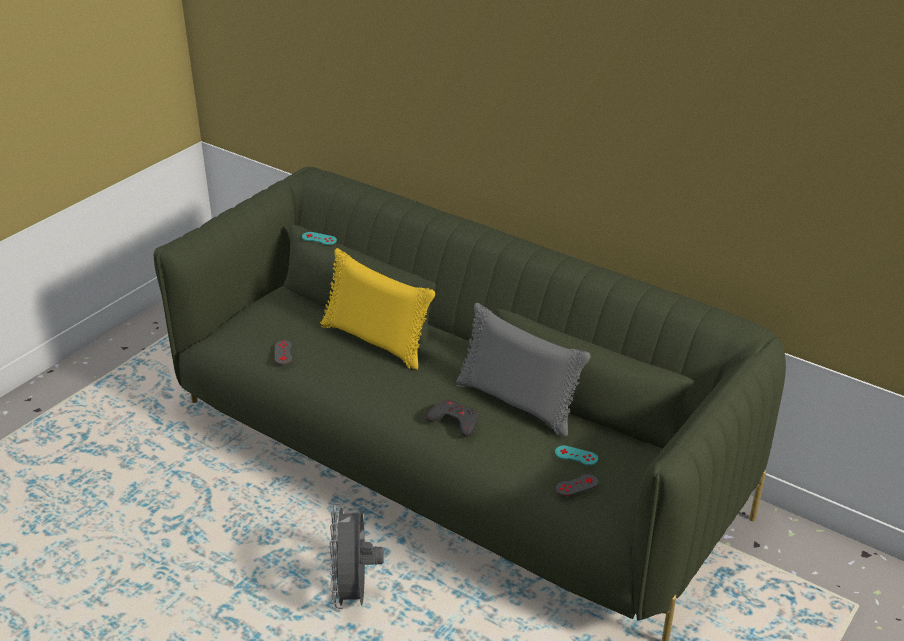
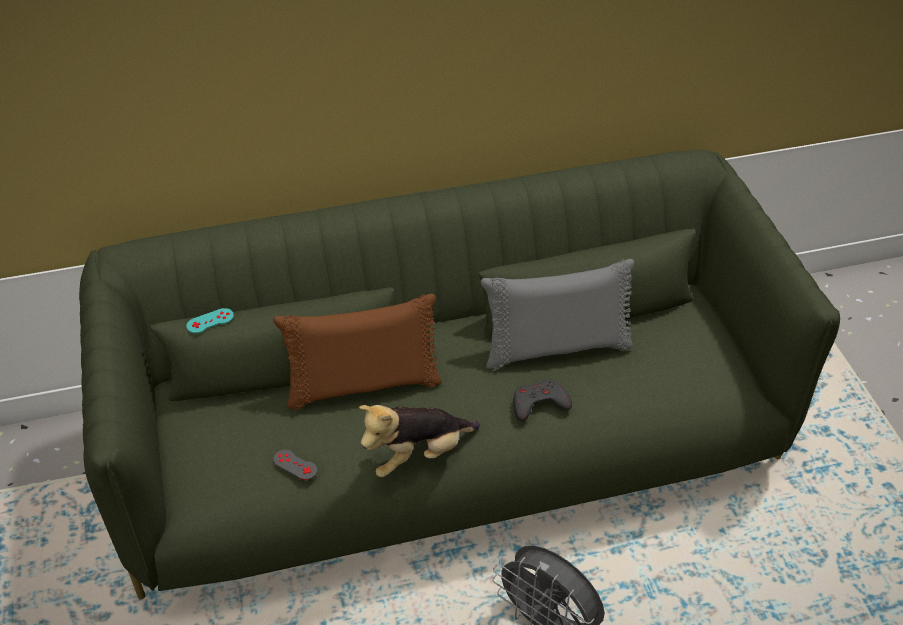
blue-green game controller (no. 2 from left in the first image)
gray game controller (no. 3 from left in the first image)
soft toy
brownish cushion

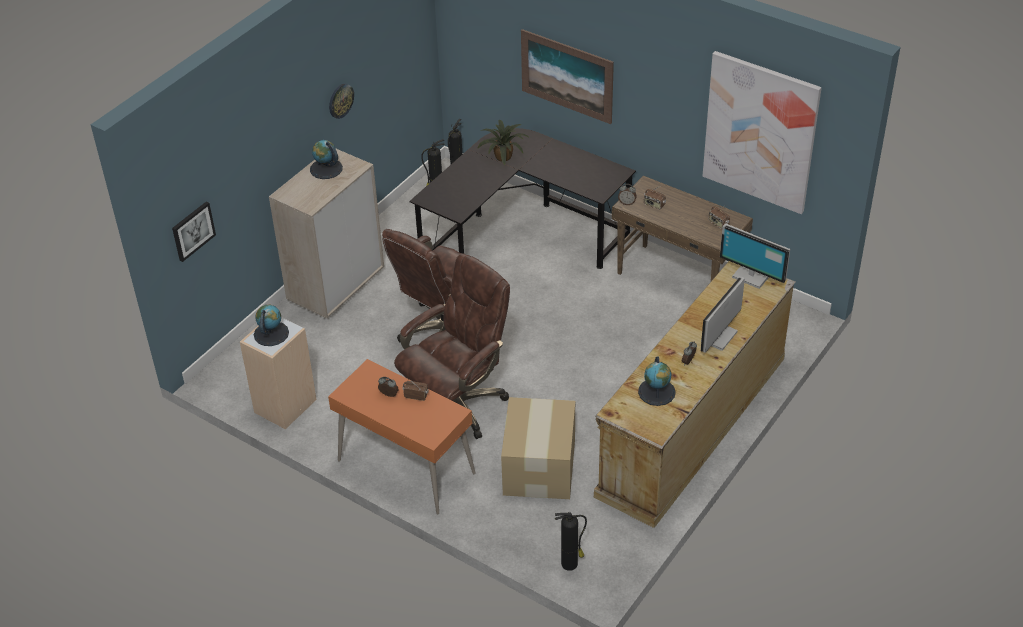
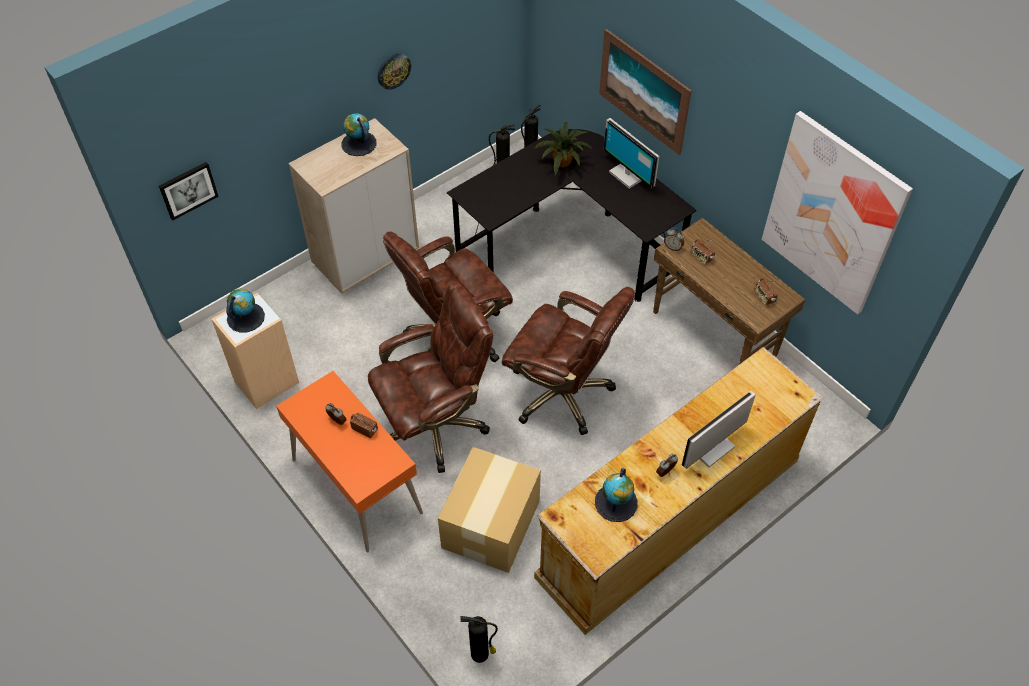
brownish office chair (no. 3 from left)
computer display (no. 1 from left)

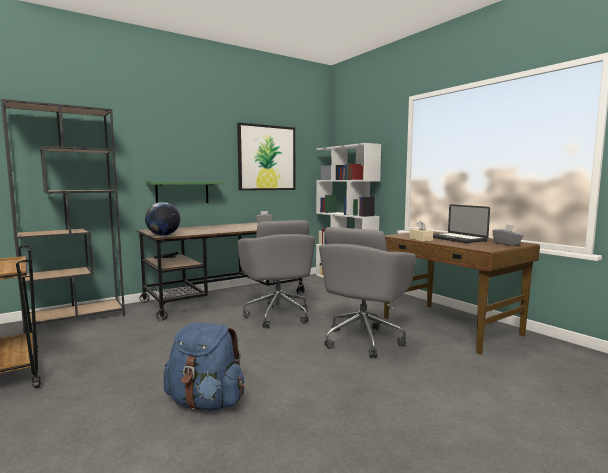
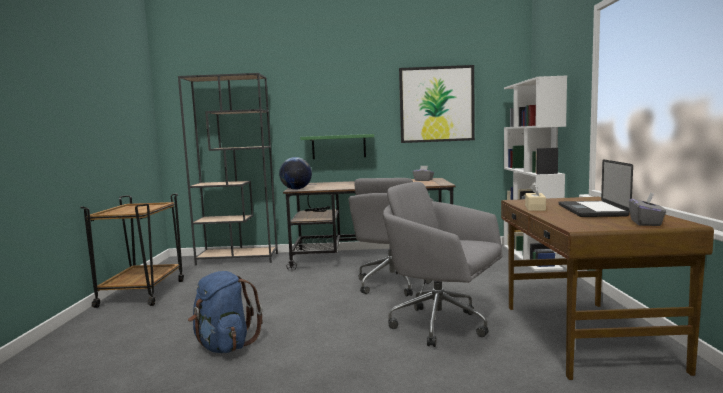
gray office chair (no. 2 from left)

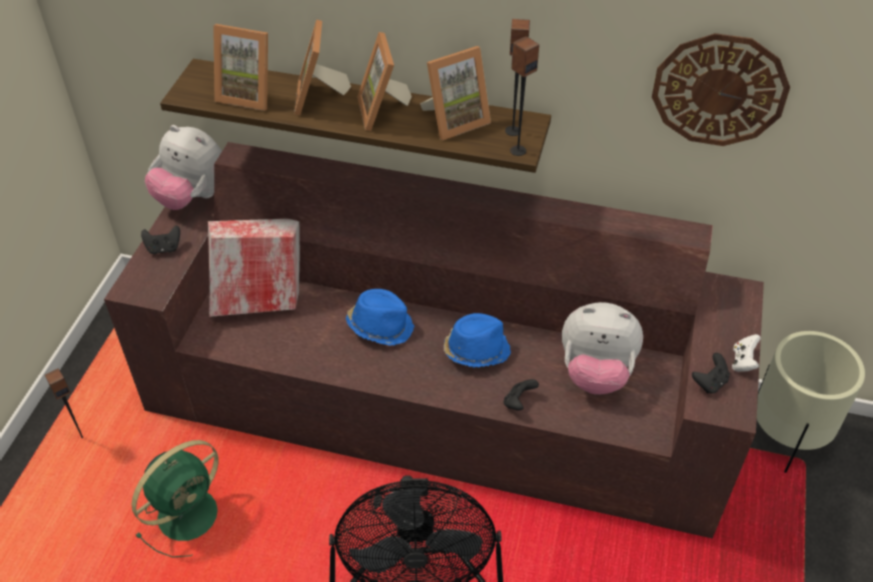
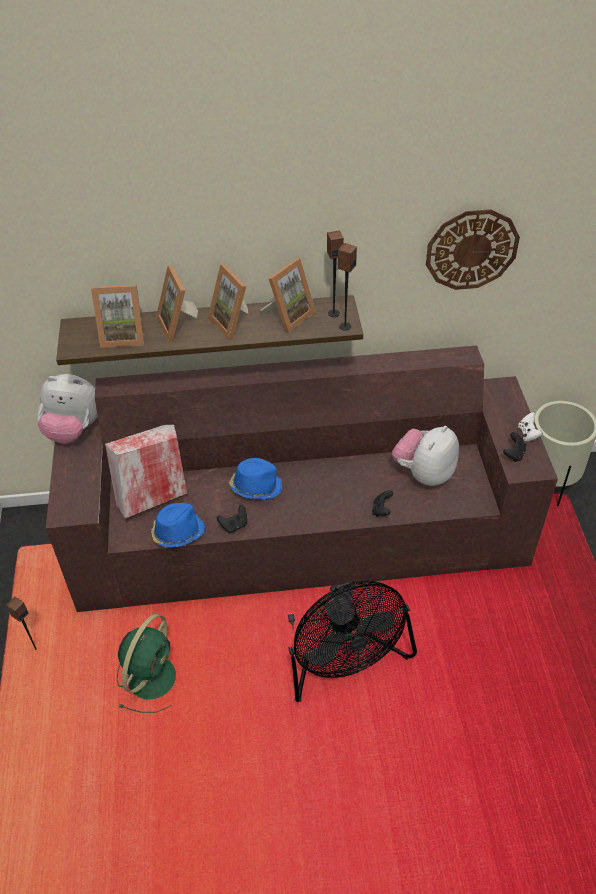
black game controller (no. 1 from left)
bluish wearable hat (no. 1 from left)
soft toy (no. 2 from left)

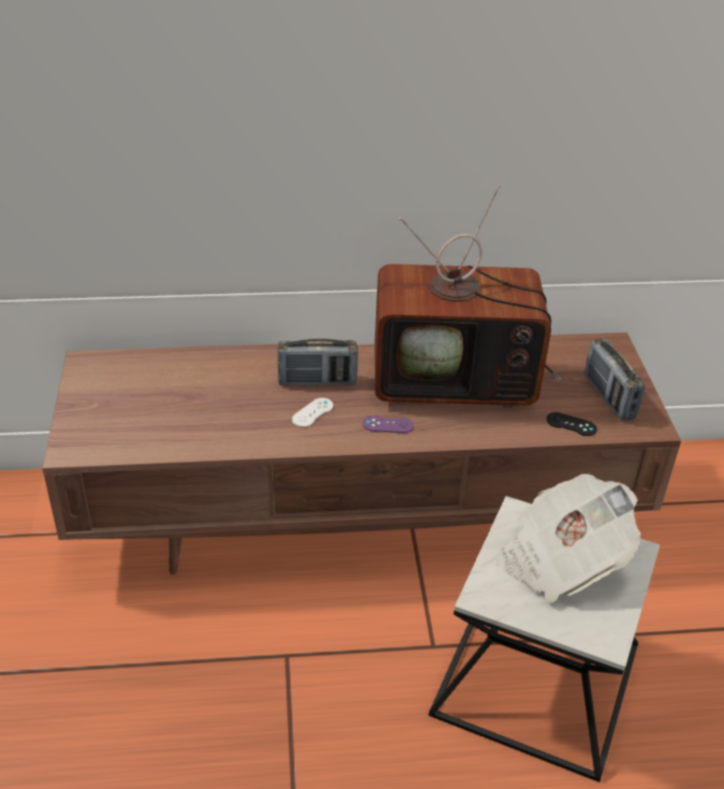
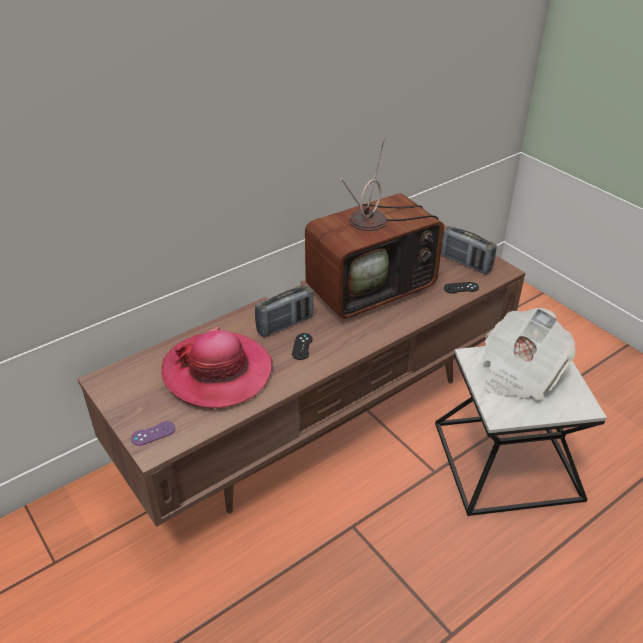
wearable hat
purplish game controller
black game controller (no. 1 from left)

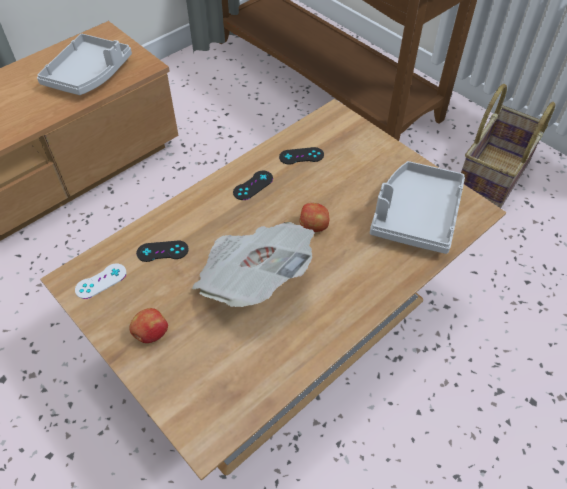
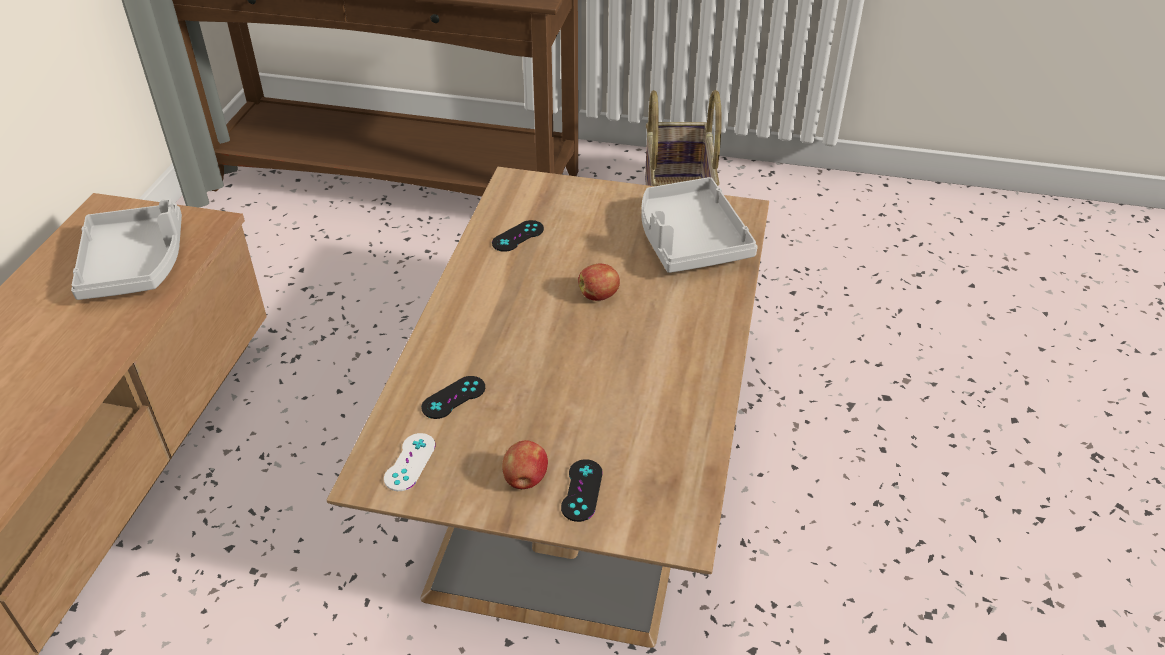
newspaper
black game controller (no. 3 from left)

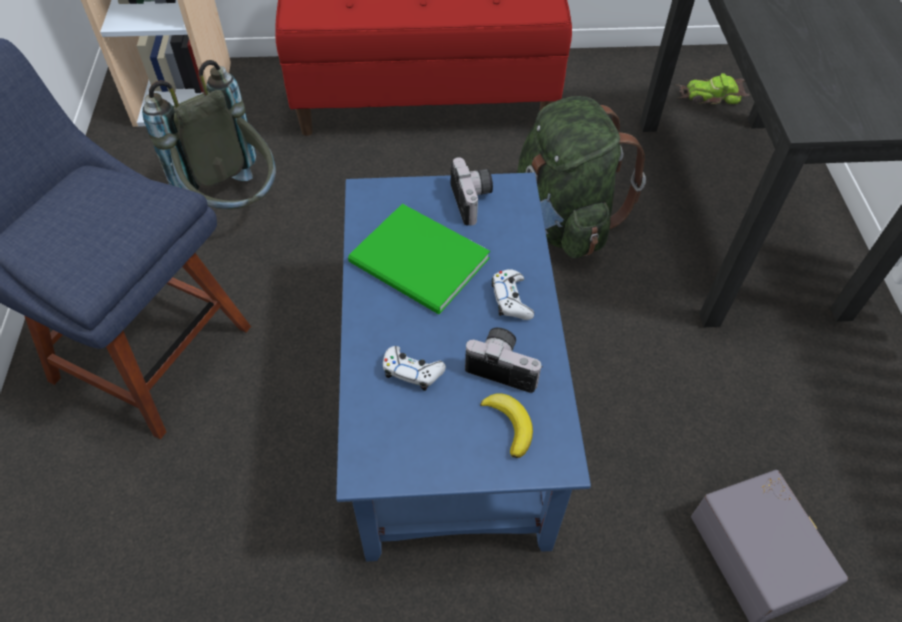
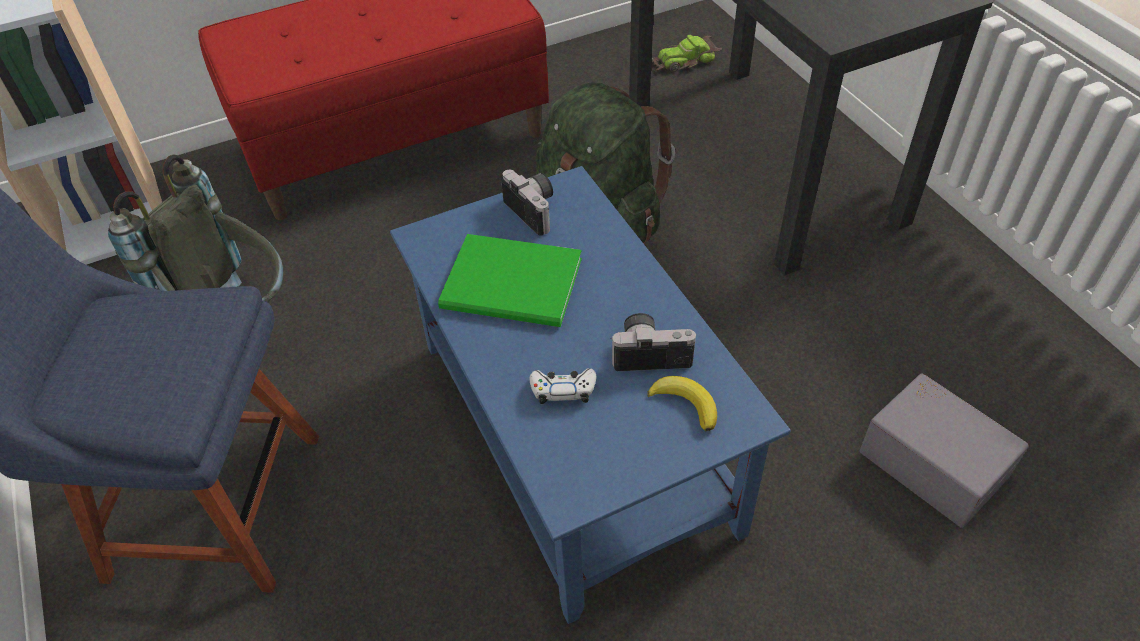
whitish game controller (no. 2 from left in the first image)

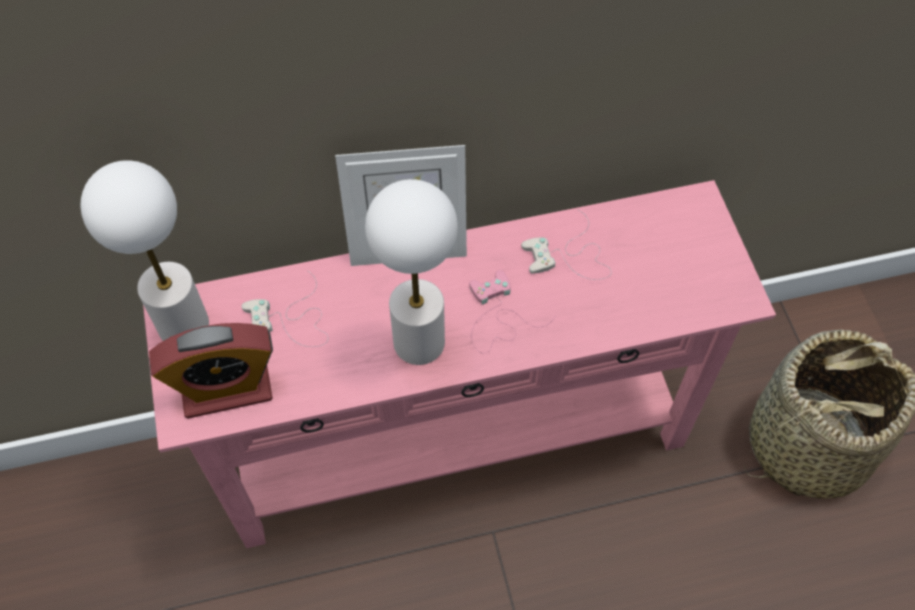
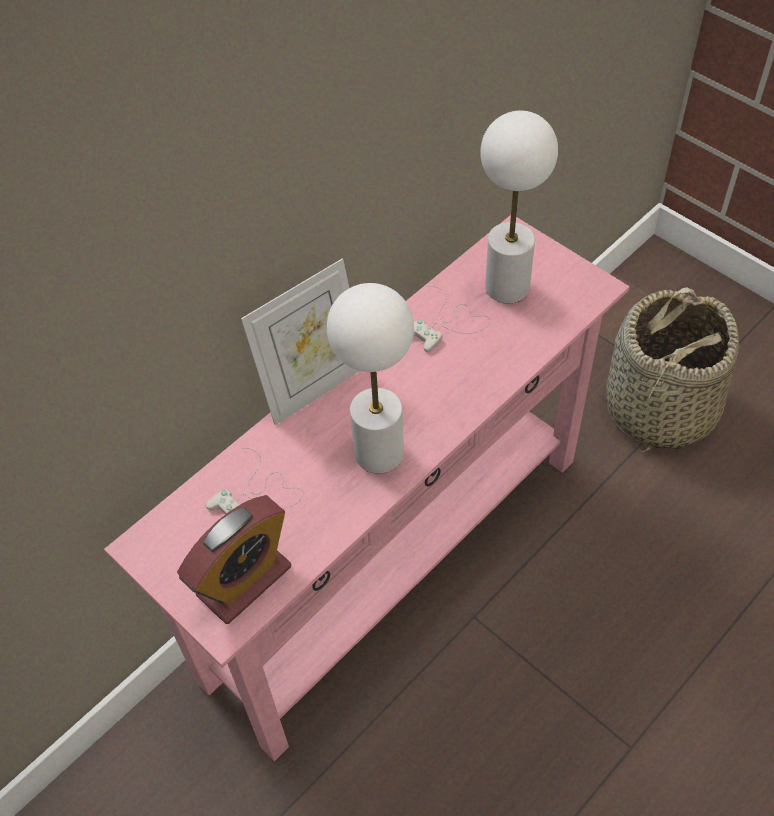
pink game controller
whitish lamp for a table (no. 2 from left)

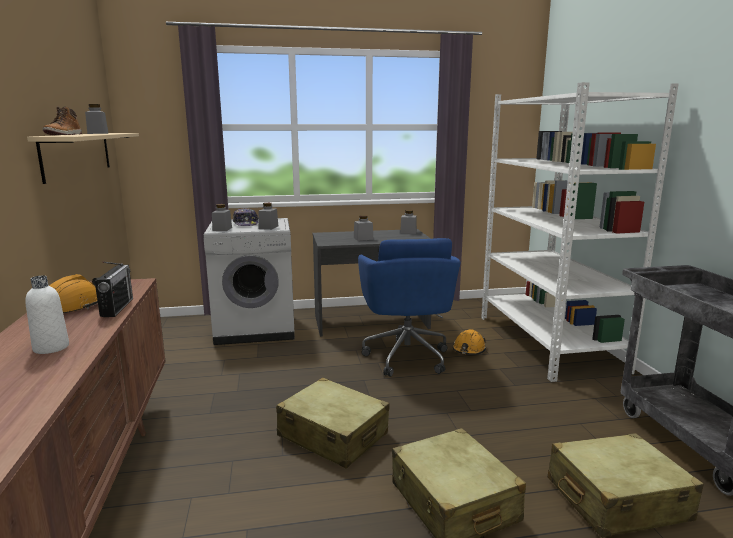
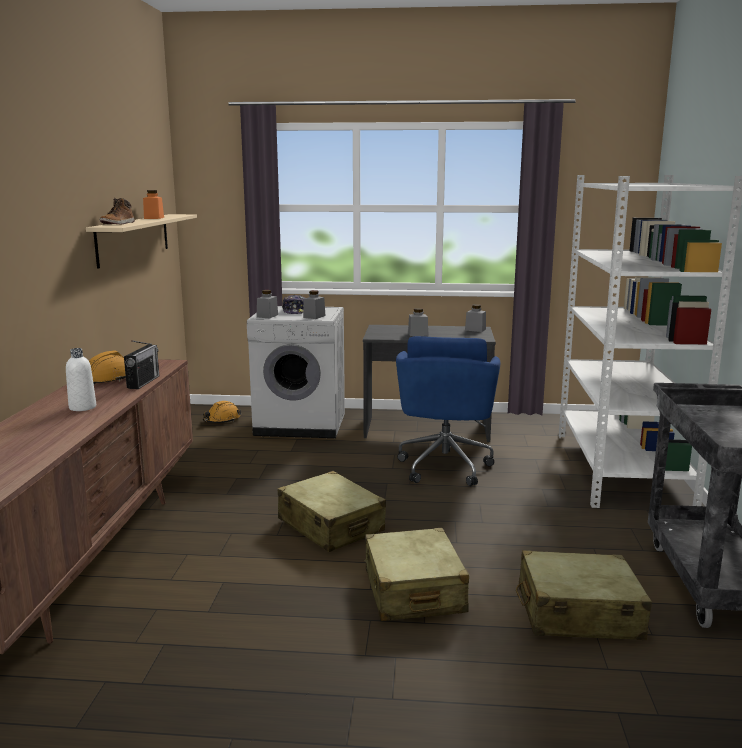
orange work helmet (no. 2 from left)
orange storage jar

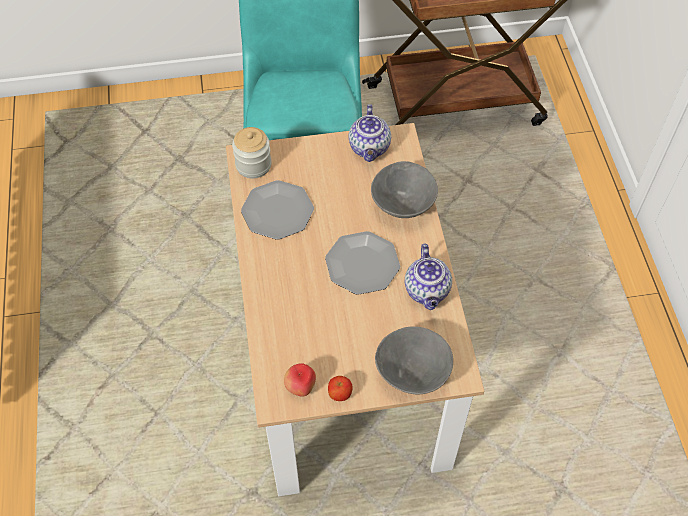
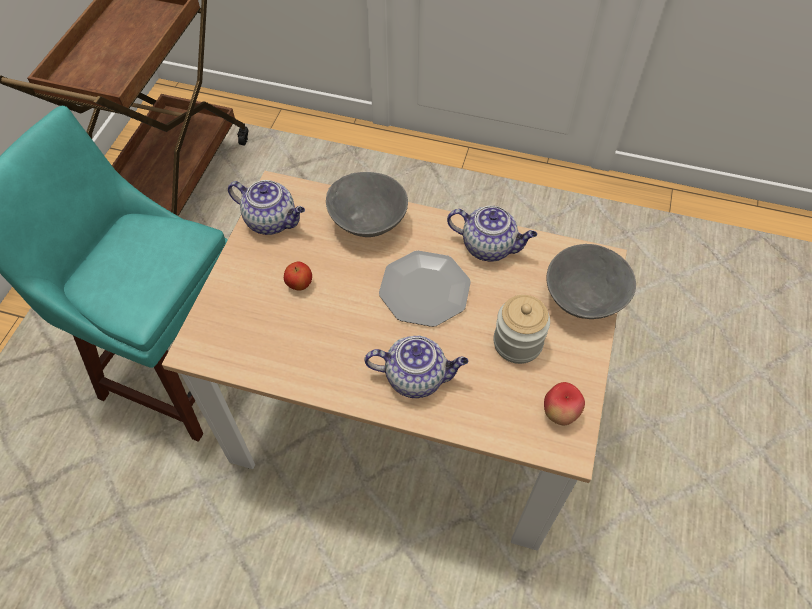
dinner plate (no. 1 from left in the first image)
tea pot (no. 2 from left)
storage jar
whole apple (no. 1 from left)

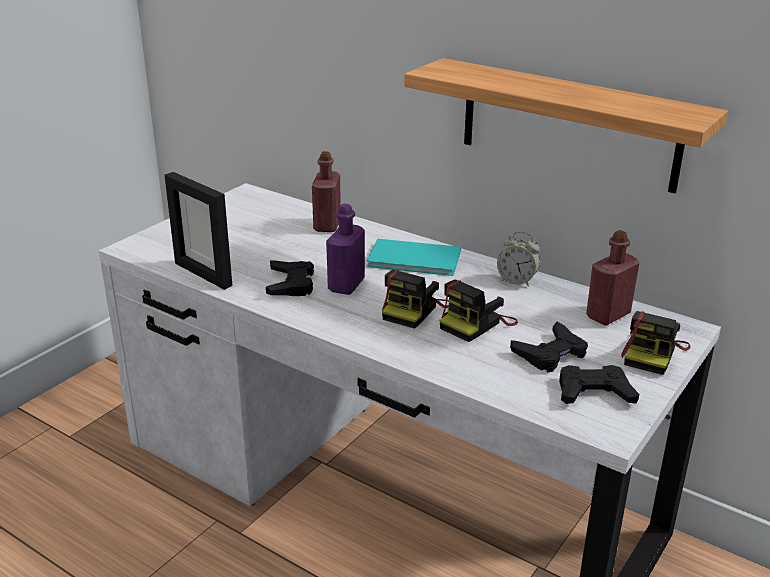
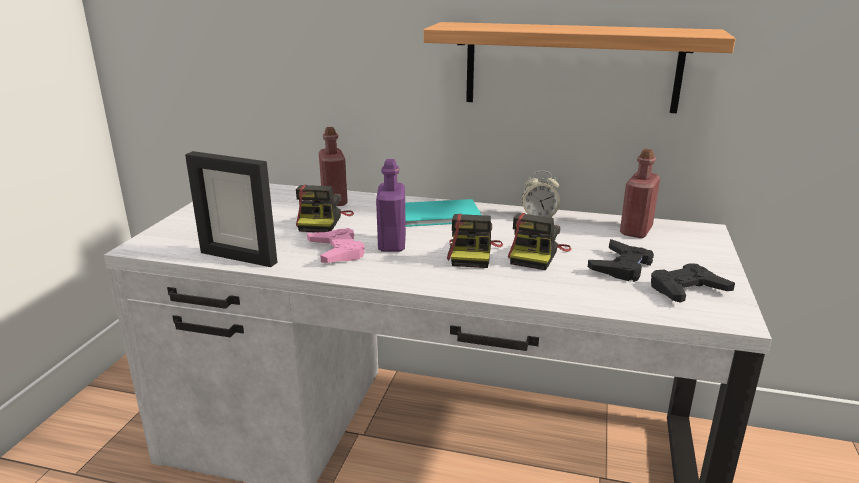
photo camera (no. 1 from left)
pink game controller

